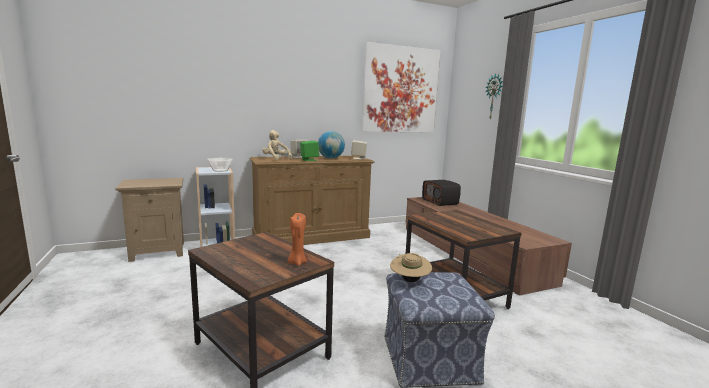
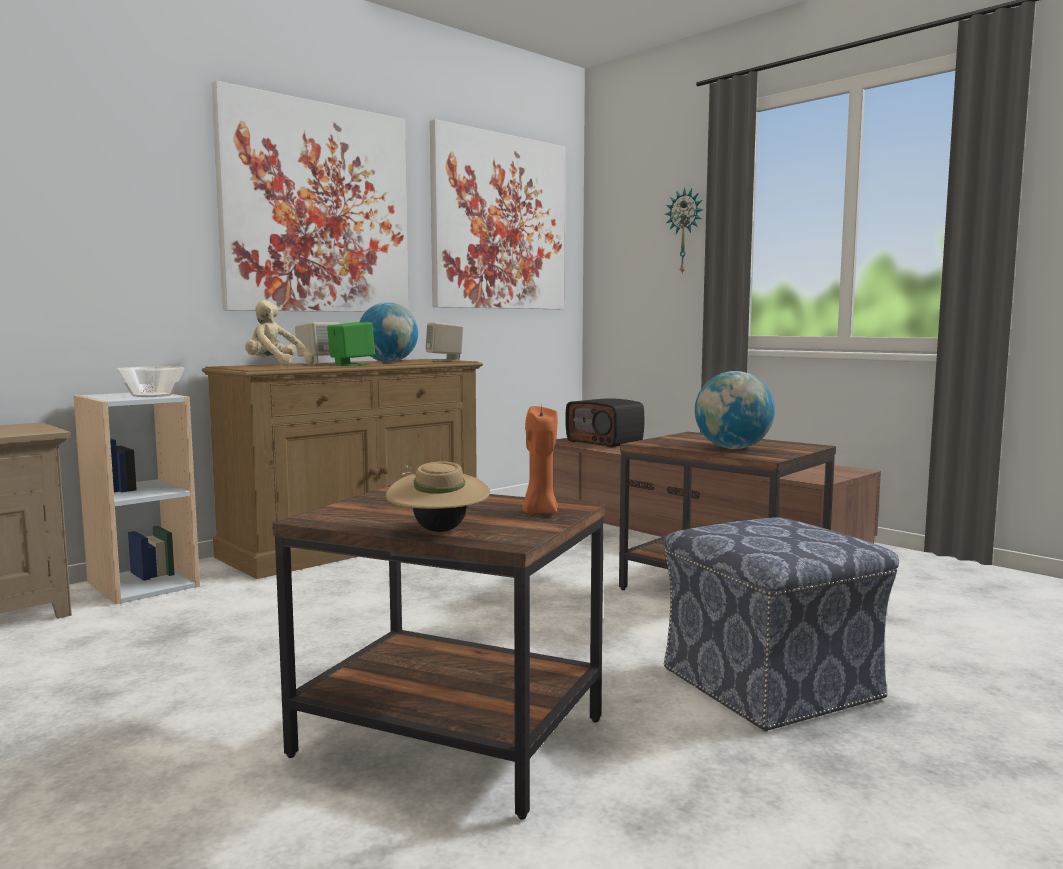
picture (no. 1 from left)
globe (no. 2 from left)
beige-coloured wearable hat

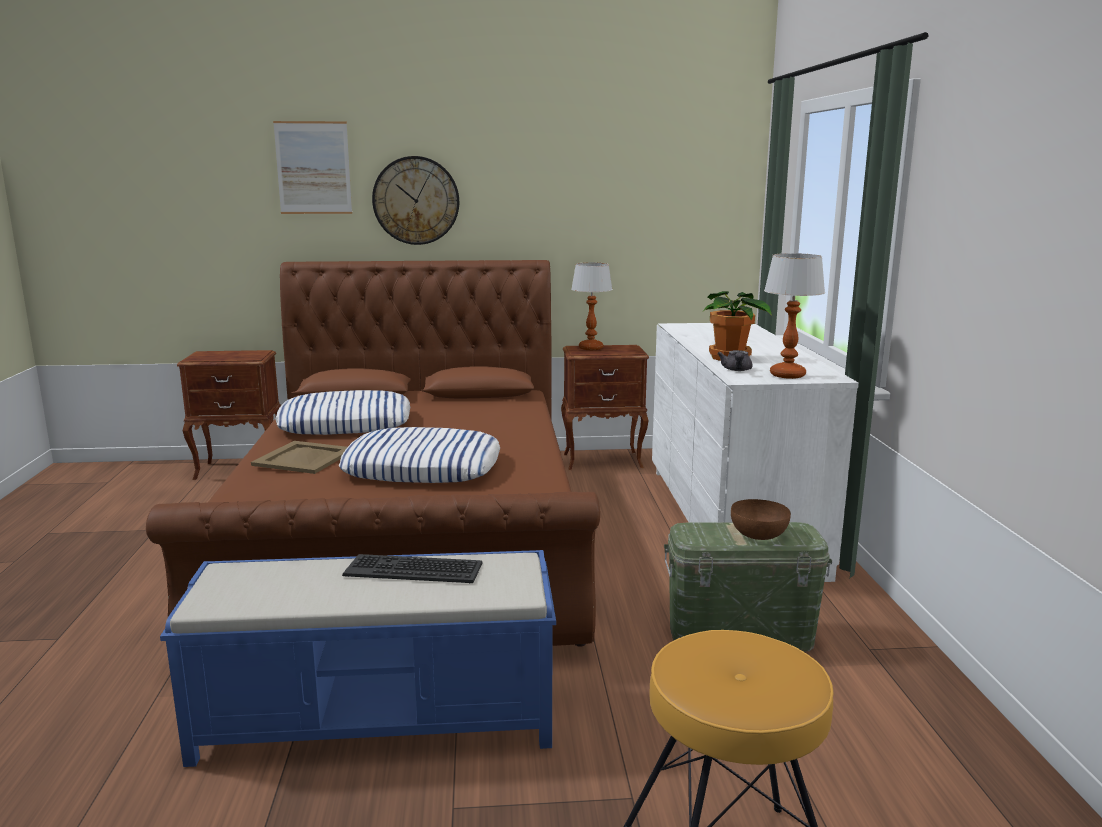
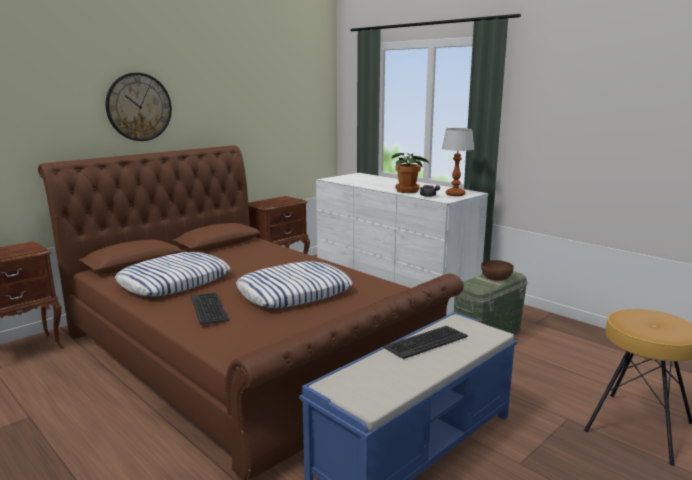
picture
lamp for a table (no. 1 from left in the first image)
keyboard (no. 1 from left)

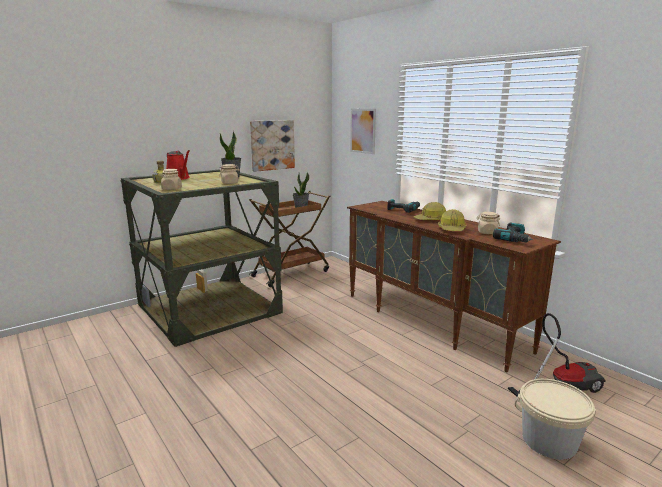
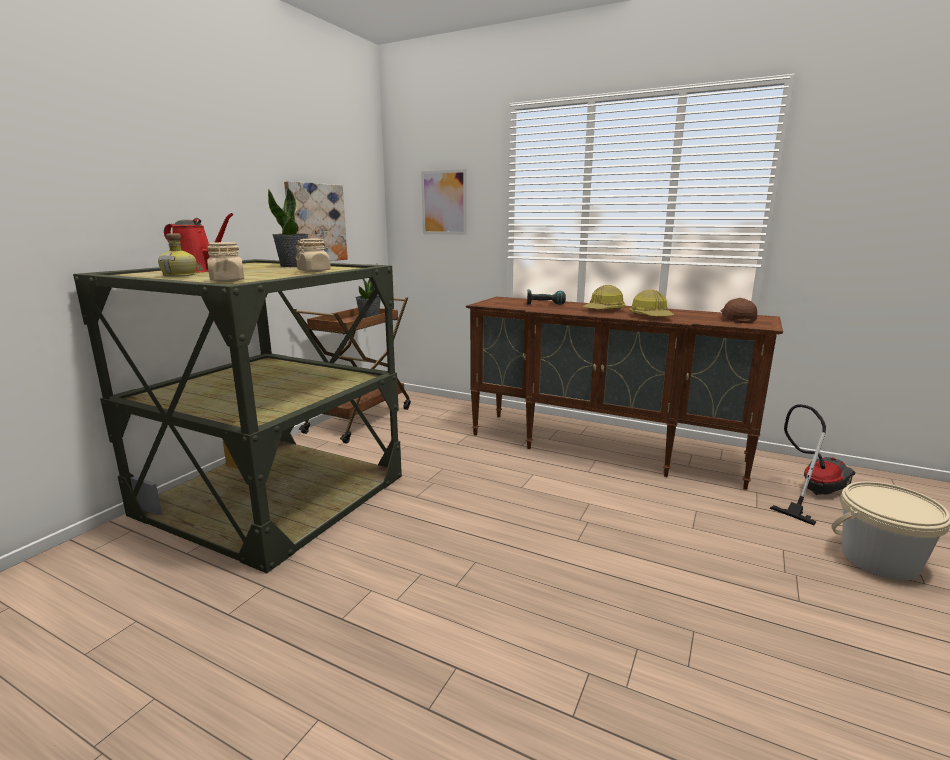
beige-coloured storage jar (no. 3 from left in the first image)
brownish baseball cap

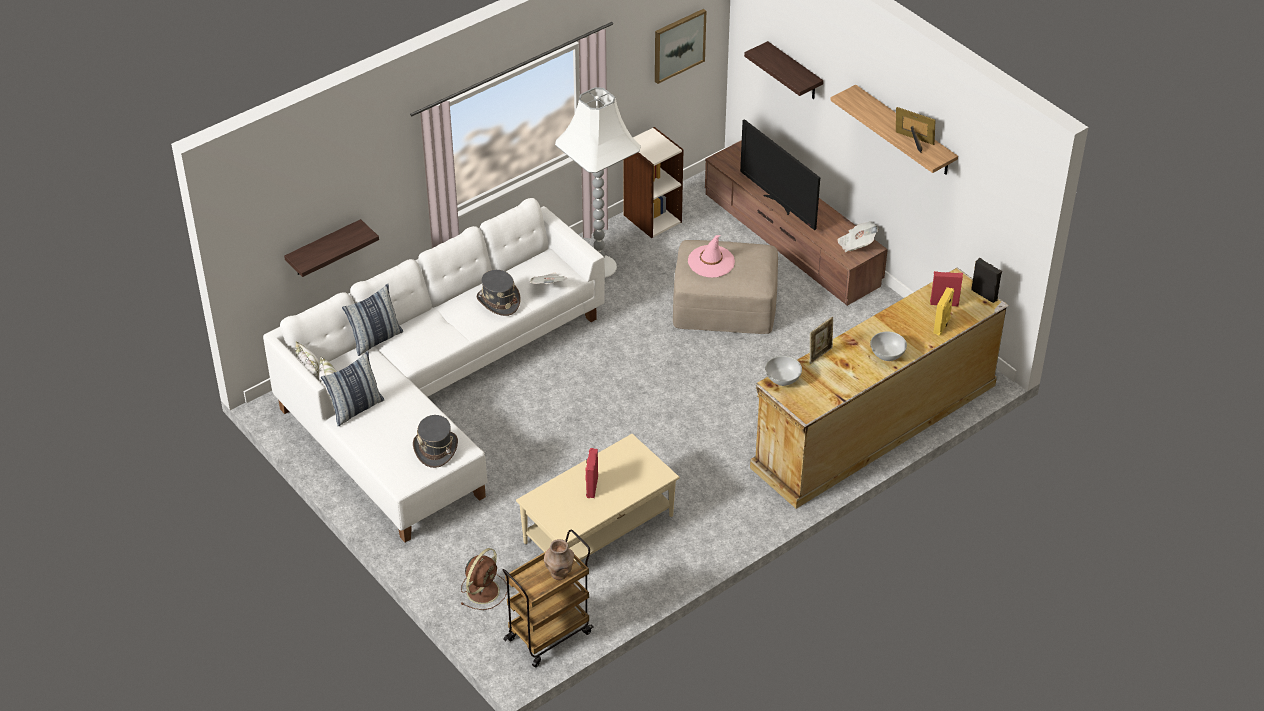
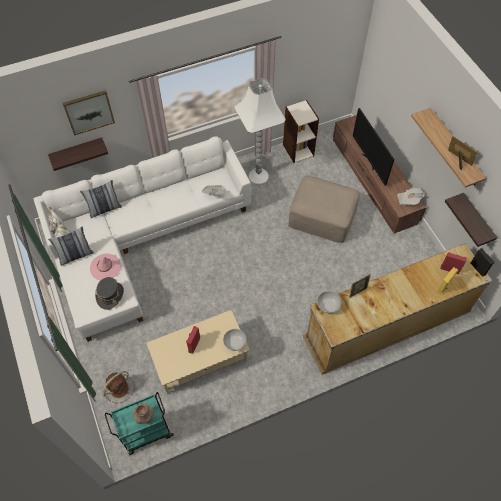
gray wearable hat (no. 2 from left in the first image)
picture
pink wearable hat
wall shelf (no. 3 from left)
whitish bowl (no. 1 from left)
blue-green wheeled cart

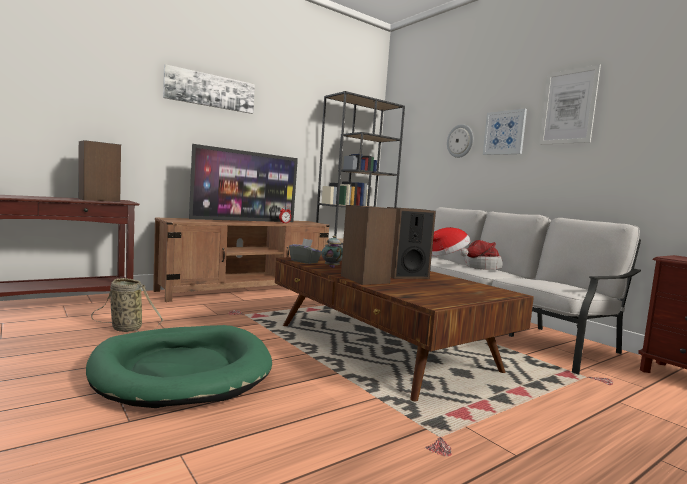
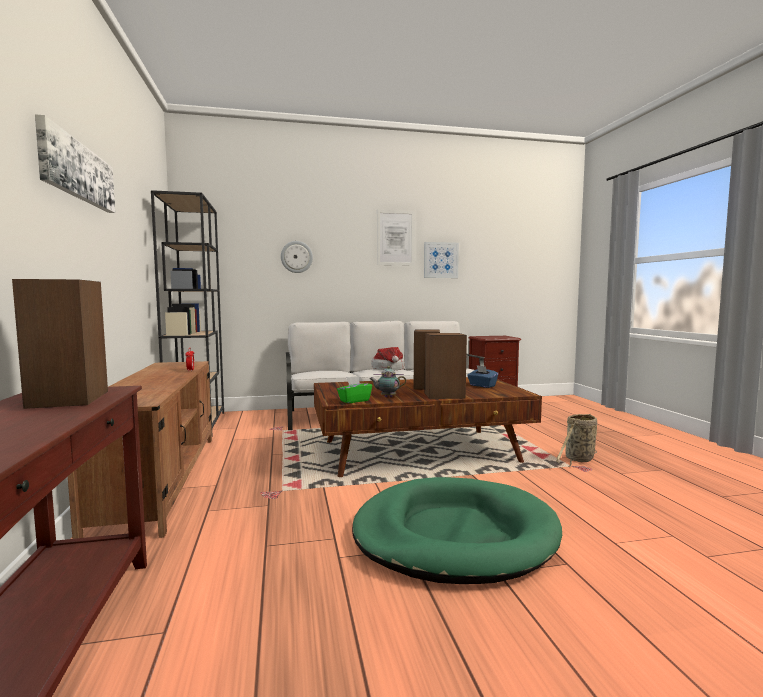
TV
wearable hat (no. 1 from left in the first image)
bluish box of tissues
storage basket
picture (no. 3 from left)
greenish box of tissues

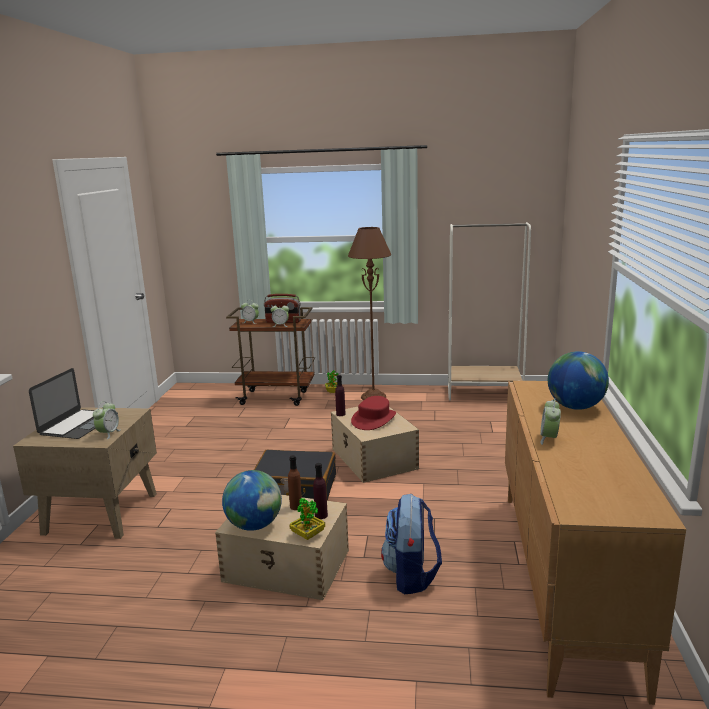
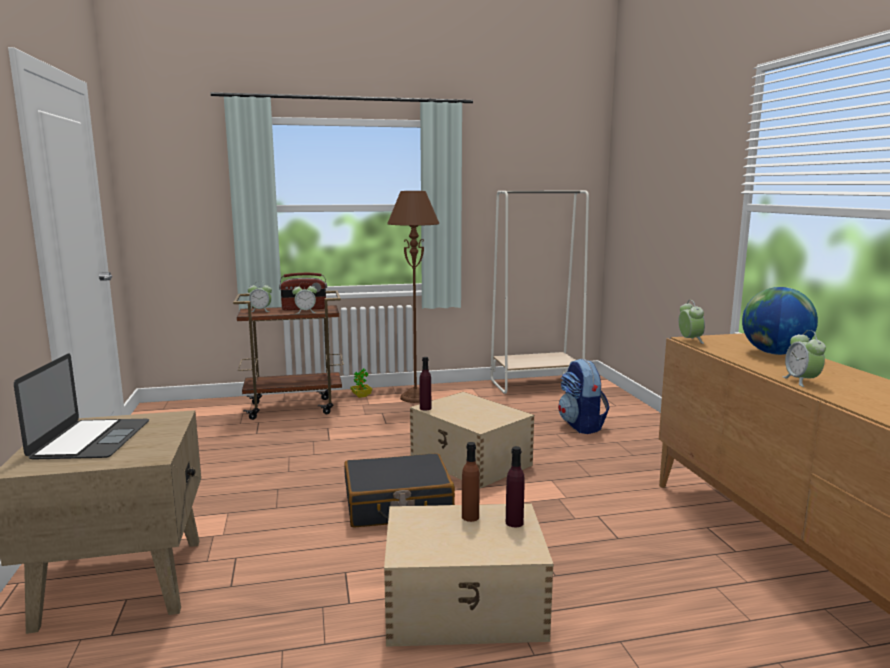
globe (no. 1 from left in the first image)
potted plant (no. 1 from left in the first image)
reddish wearable hat
bedside clock (no. 3 from left)
rucksack

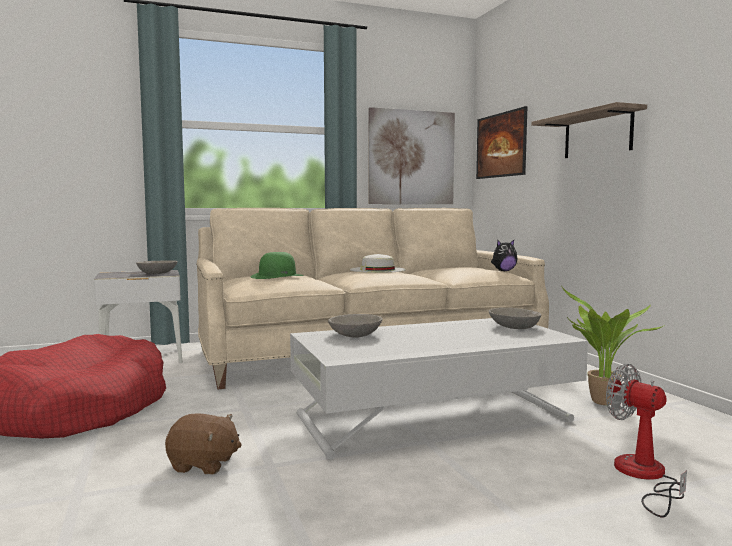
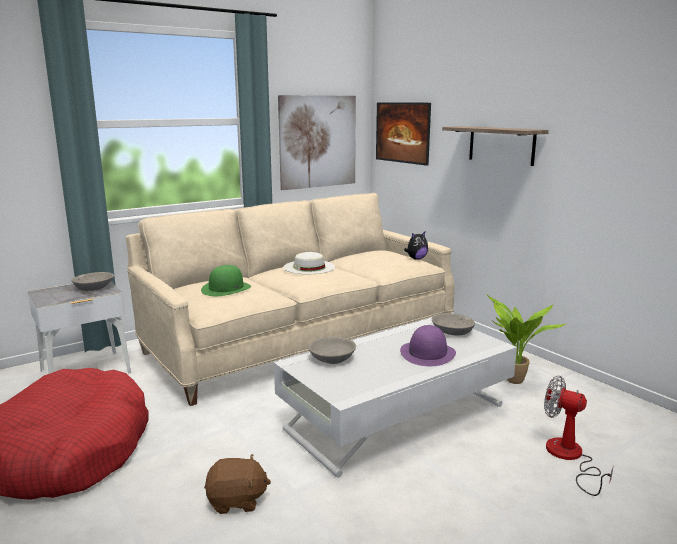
purplish wearable hat

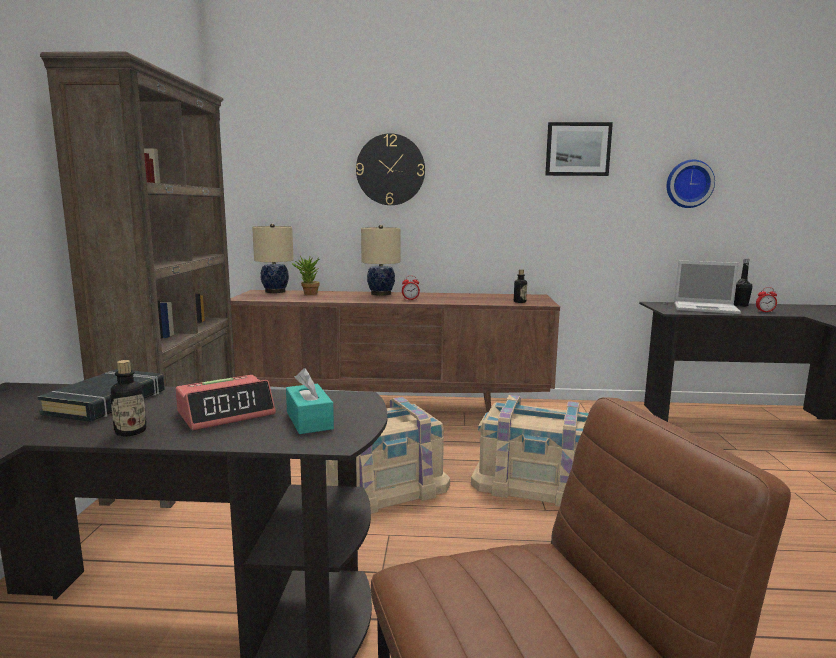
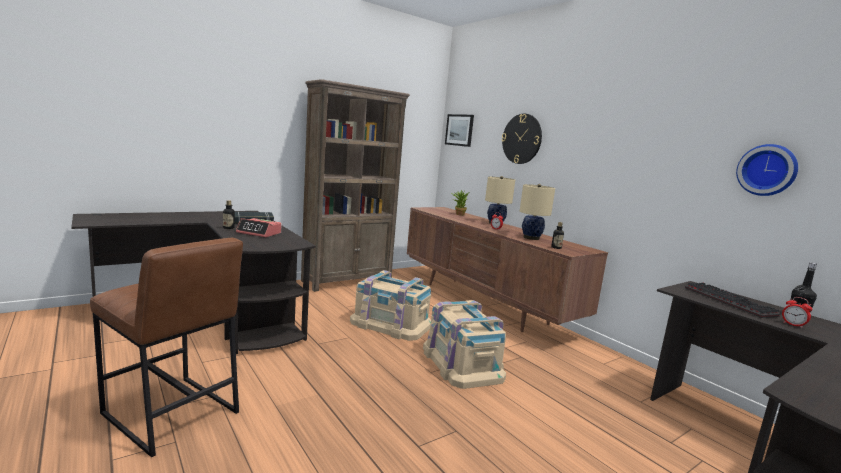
blue-green box of tissues
beige-coloured lamp for a table (no. 2 from left)
picture
keyboard

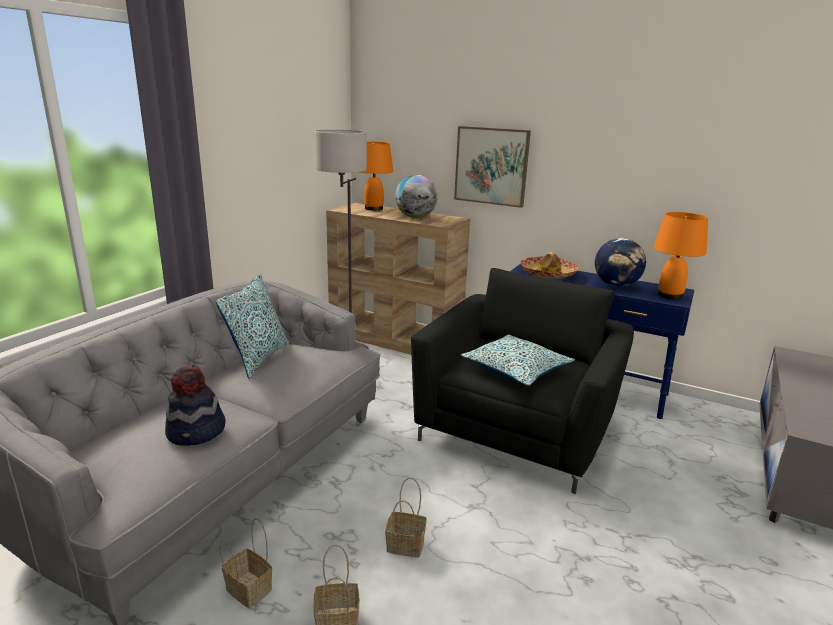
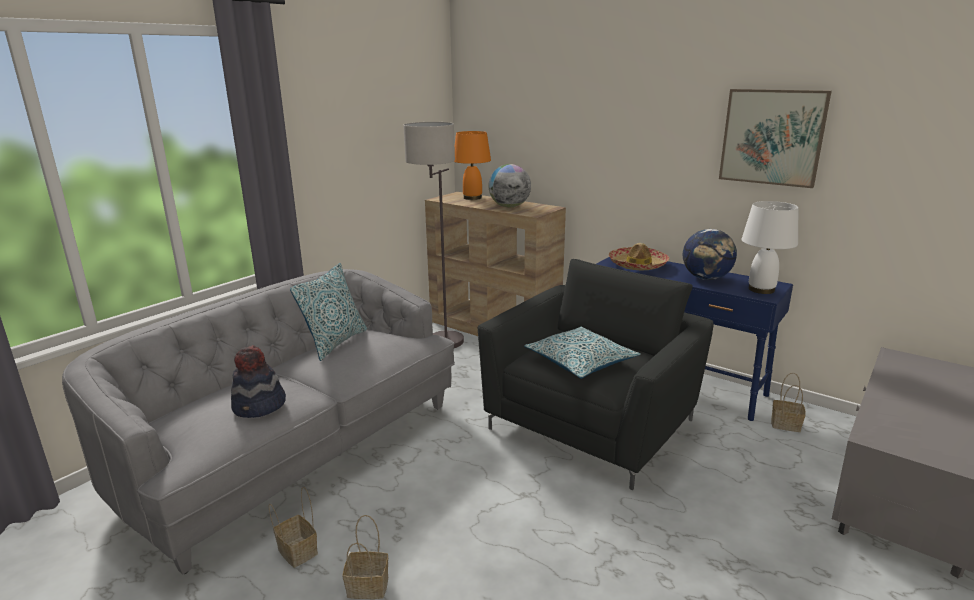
storage basket (no. 3 from left)
picture
whitish lamp for a table

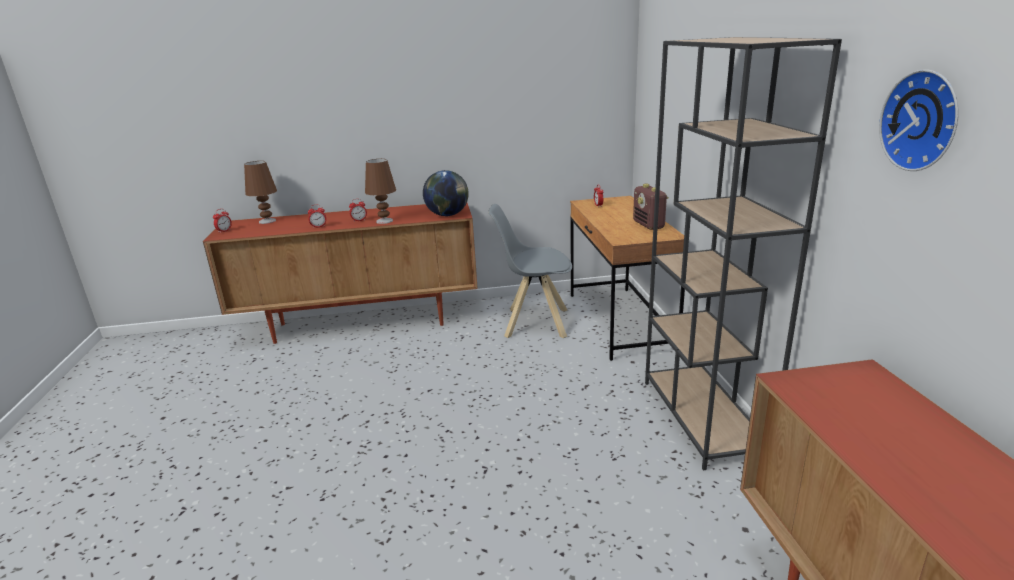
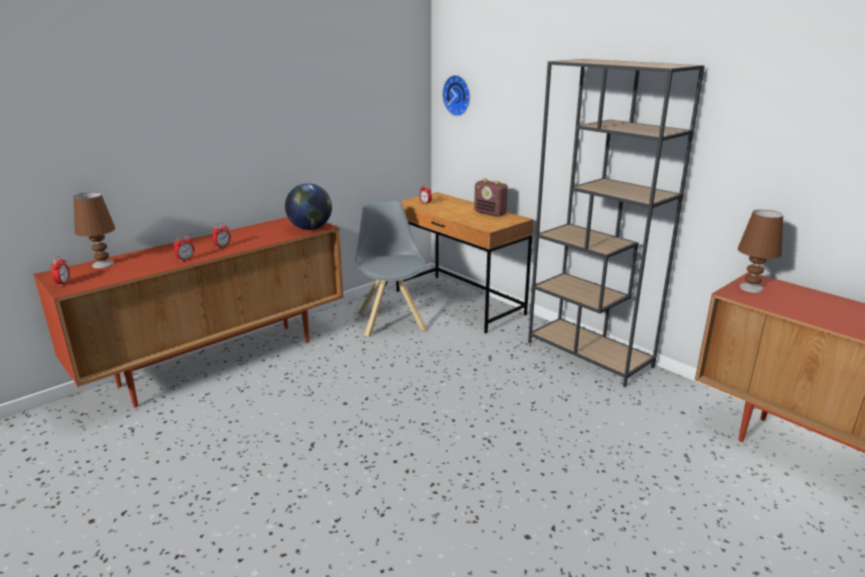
brownish lamp for a table (no. 2 from left)
clock on the wall
gray plain chair

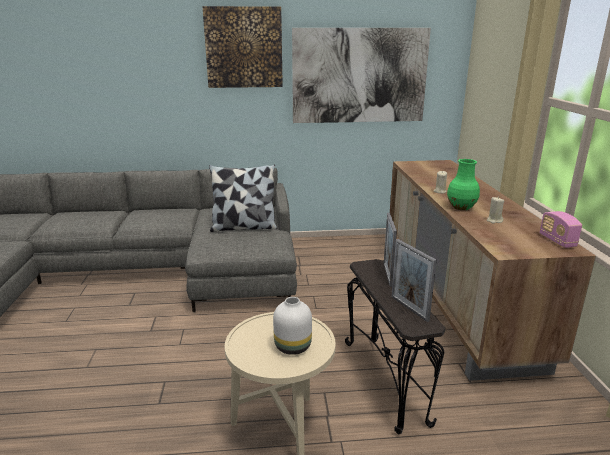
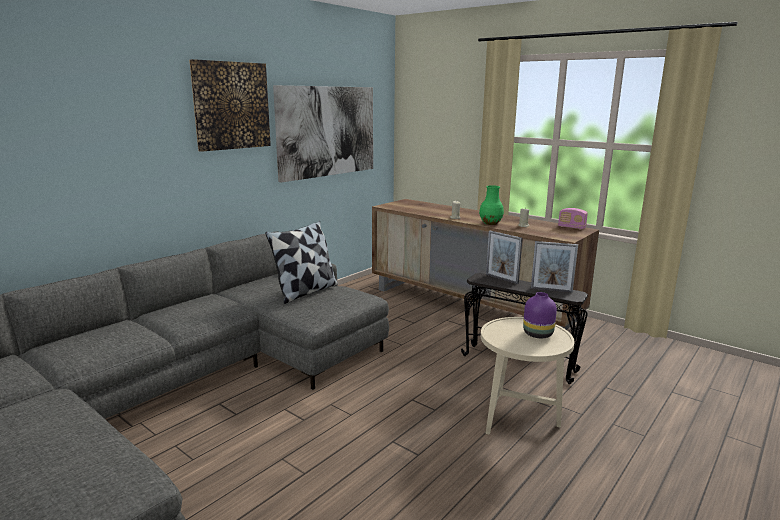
purplish decorative vase

